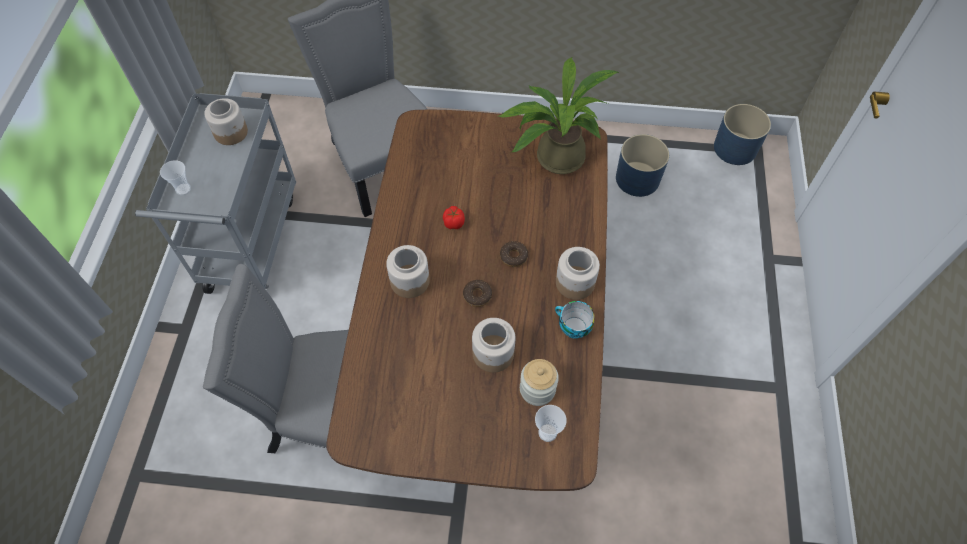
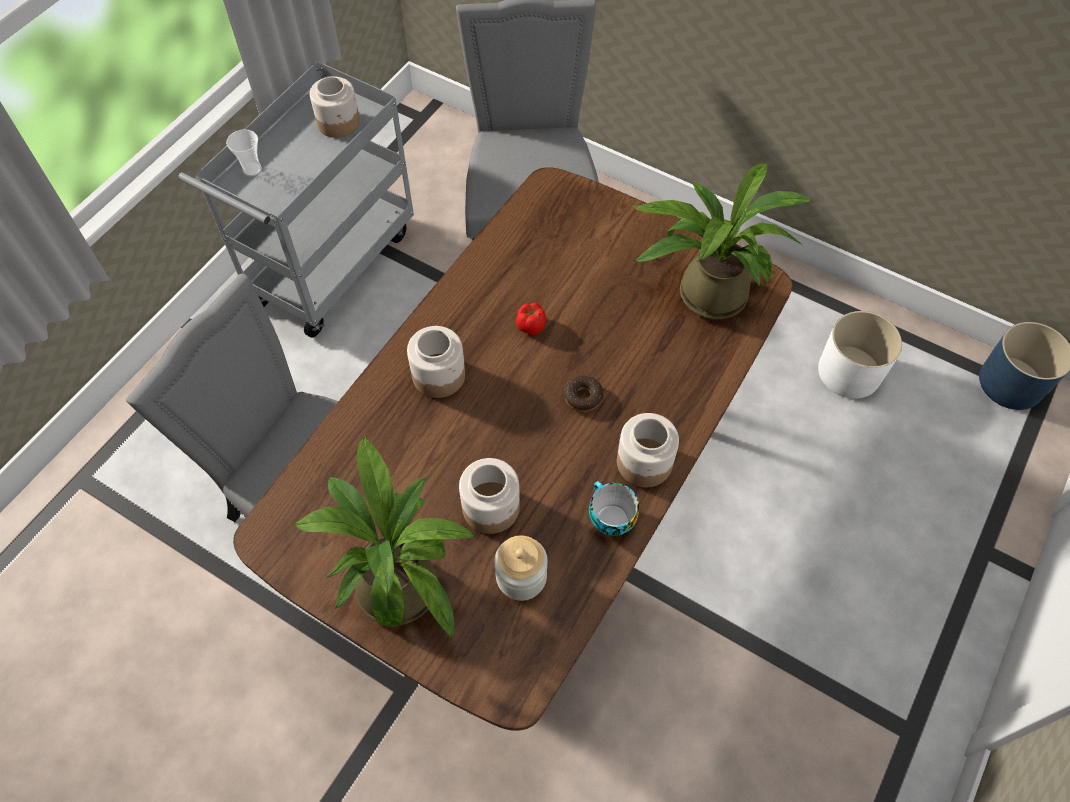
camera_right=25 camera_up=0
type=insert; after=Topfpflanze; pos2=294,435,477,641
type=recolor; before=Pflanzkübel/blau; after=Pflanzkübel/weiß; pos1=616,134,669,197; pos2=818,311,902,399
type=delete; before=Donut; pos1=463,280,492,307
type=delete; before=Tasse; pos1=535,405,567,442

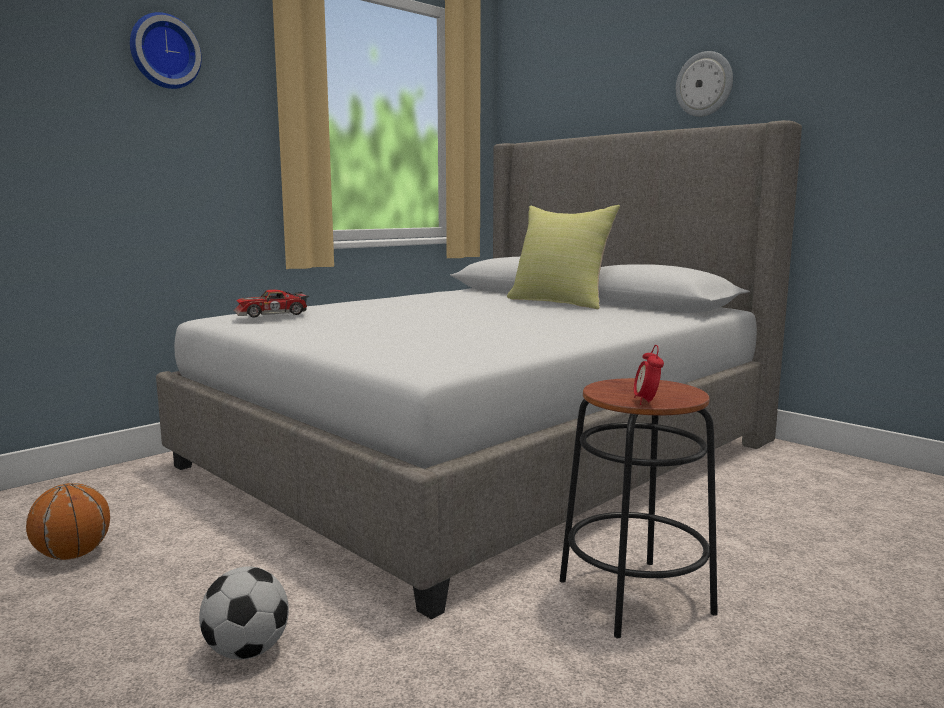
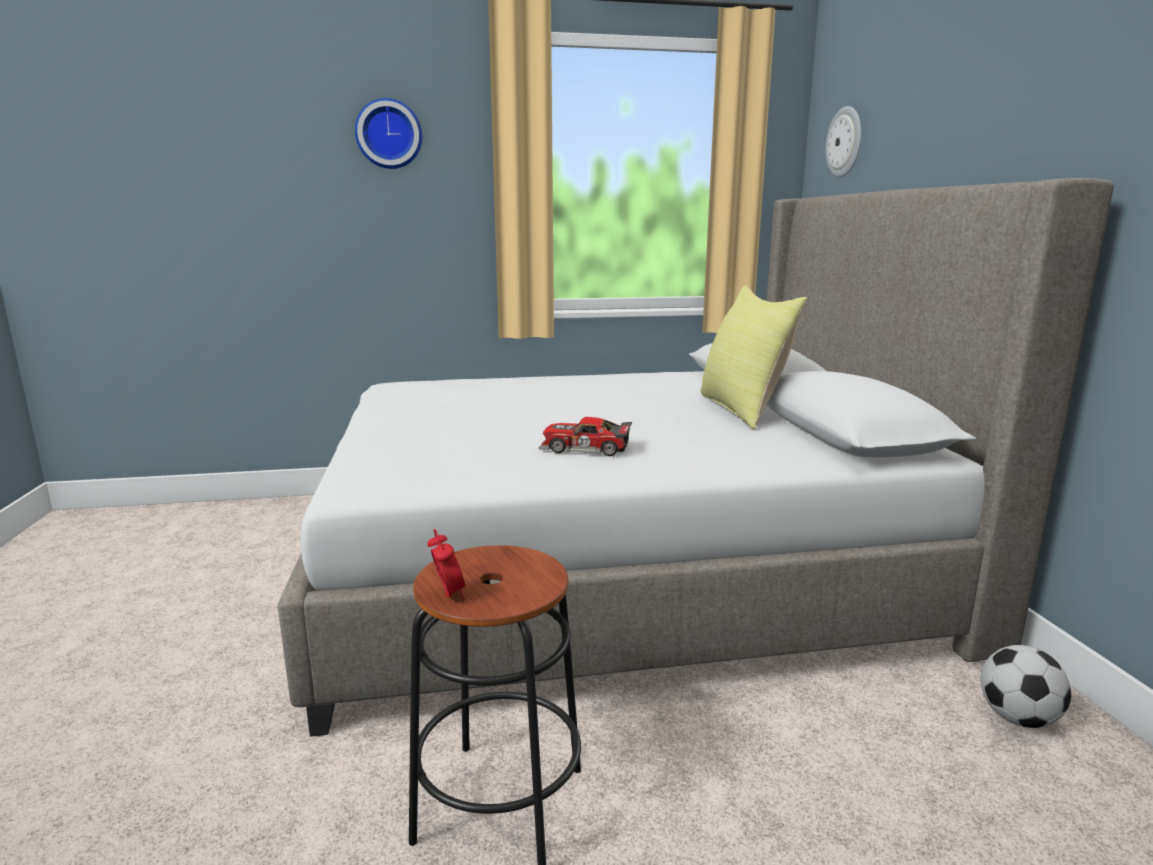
camera_right=35 camera_up=5
type=rotate; before=Wecker; pos1=634,345,664,405; pos2=427,529,465,600; turn=120
type=move; before=Spielzeugauto; pos1=234,290,309,318; pos2=538,417,632,456
type=move; before=Wanduhr; pos1=676,51,733,117; pos2=826,106,862,177
type=move; before=Fußball; pos1=199,566,289,660; pos2=980,645,1071,728
type=delete; before=Basketball; pos1=26,483,110,560

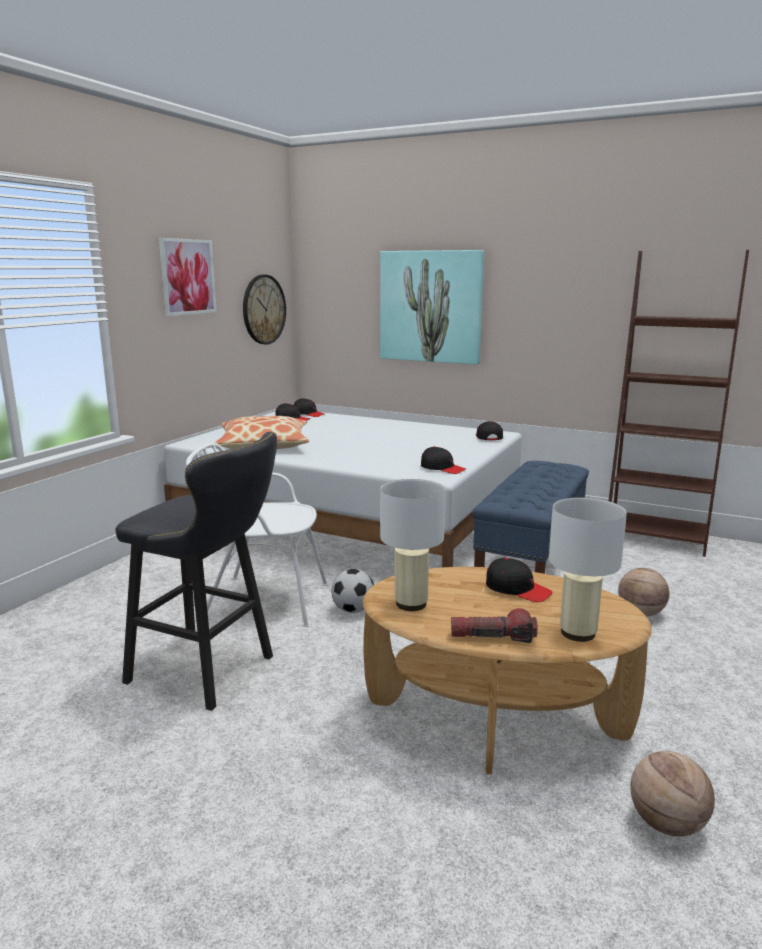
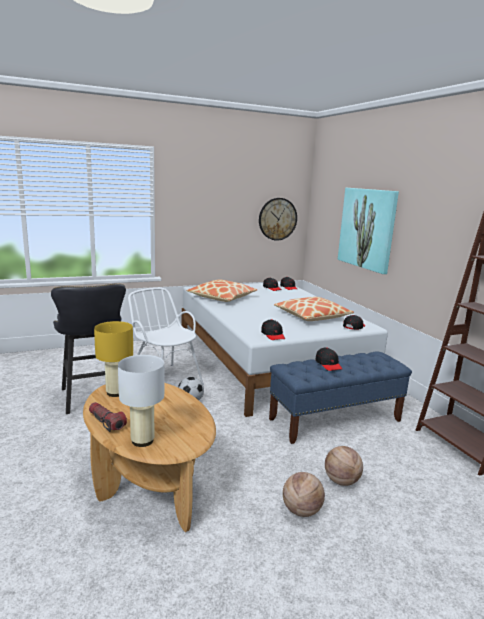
camera_right=40 camera_up=0
type=recolor; before=Tischlampe/weiß; after=Tischlampe/gelb; pos1=380,479,445,611; pos2=94,321,133,397
type=insert; after=Kissen; pos2=274,297,354,321
type=move; before=Basketball; pos1=630,751,715,836; pos2=283,472,325,517
type=move; before=Kappe/schwarz; pos1=486,558,552,602; pos2=315,347,342,371
type=delete; before=Bild; pos1=159,238,217,316

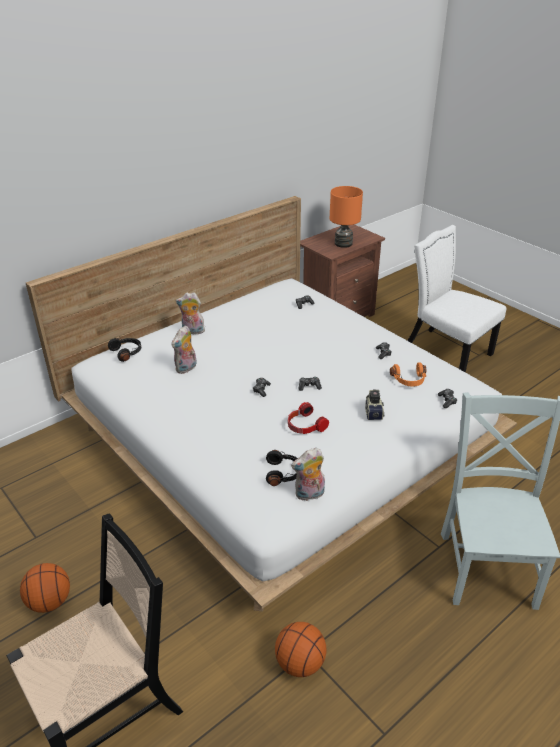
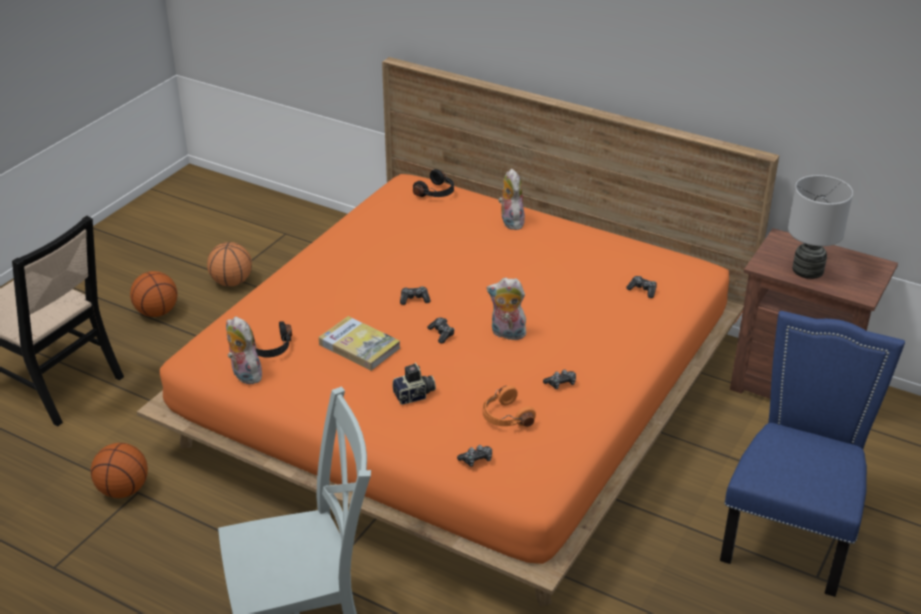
camera_right=70 camera_up=0
type=recolor; before=Bett/weiß; after=Bett/orange; pos1=26,196,517,612; pos2=137,57,779,607
type=insert; after=Basketball; pos2=207,242,252,286
type=replace; before=Kopfhörer; after=Buch; pos1=288,402,329,434; pos2=319,316,400,371
type=move; before=Plüschtier; pos1=172,326,197,374; pos2=487,278,528,340
type=recolor; before=Stuhl/weiß; after=Stuhl/blau; pos1=407,225,506,373; pos2=720,311,905,597
type=recolor; before=Tischlampe/orange; after=Tischlampe/grau; pos1=330,186,363,248; pos2=788,175,853,279

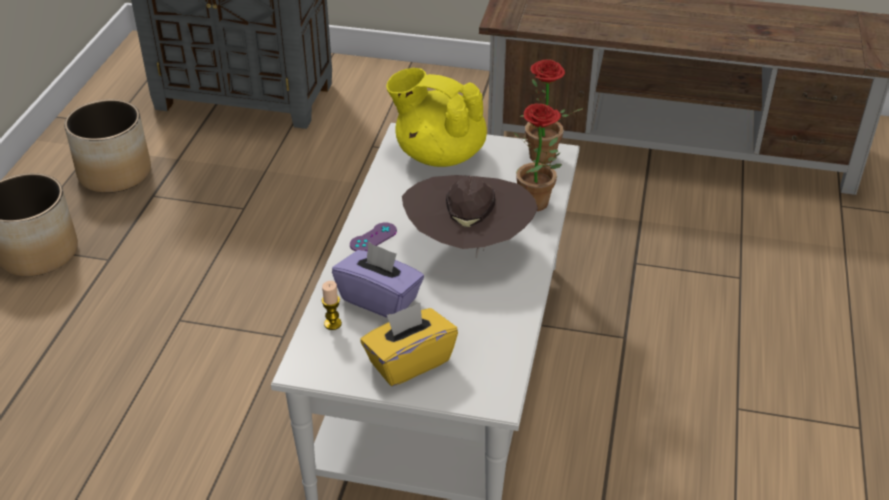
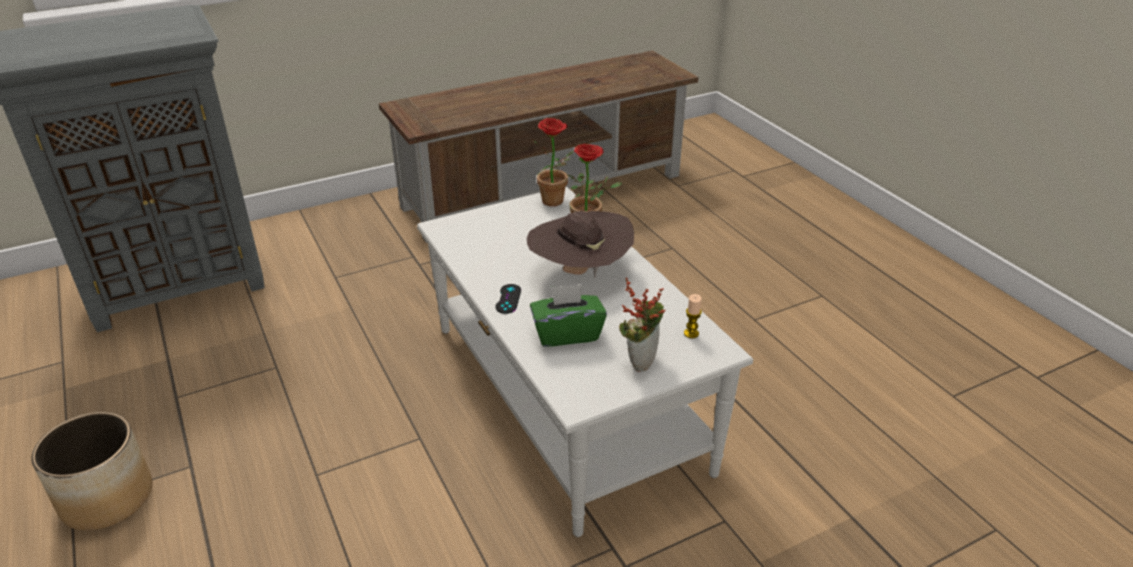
camera_right=-40 camera_up=-5
type=recolor; before=Gamepad/lila; after=Gamepad/schwarz; pos1=350,222,397,251; pos2=496,284,521,314
type=recolor; before=Taschentuchbox/lila; after=Taschentuchbox/grün; pos1=332,241,424,318; pos2=530,284,607,347
type=replace; before=Taschentuchbox/gelb; after=Topfpflanze; pos1=360,303,458,386; pos2=619,278,665,372
type=move; before=Kerze; pos1=322,281,342,330; pos2=684,294,702,339
type=delete; before=Pflanzkübel; pos1=64,99,151,193
type=delete; before=Teekanne/gelb; pos1=386,68,487,167

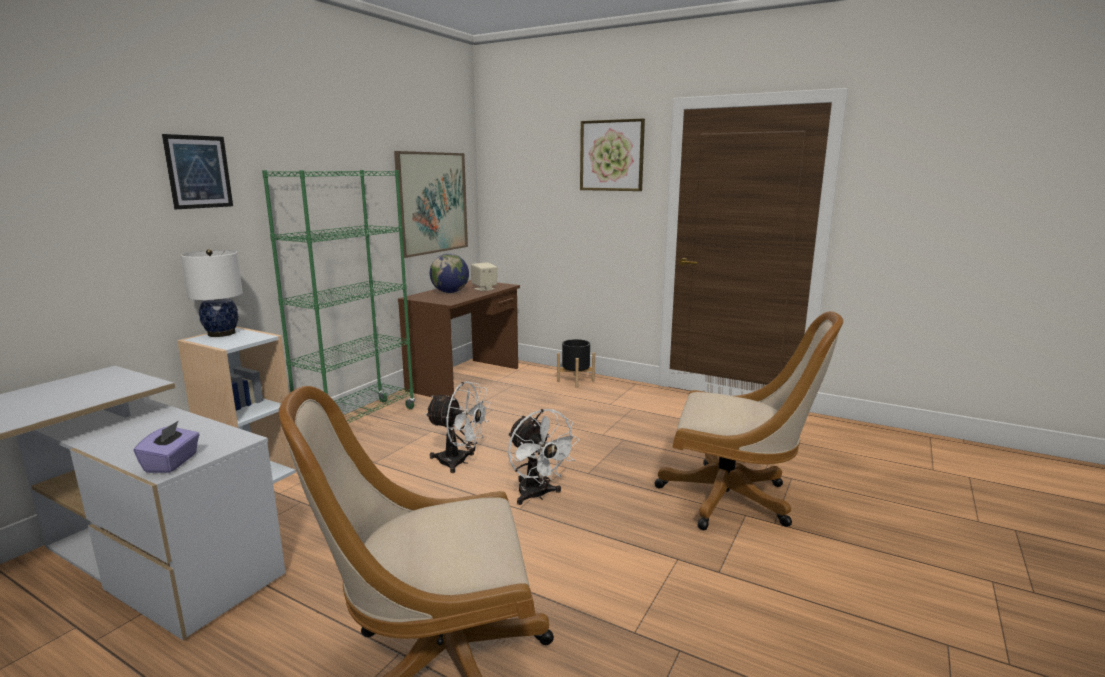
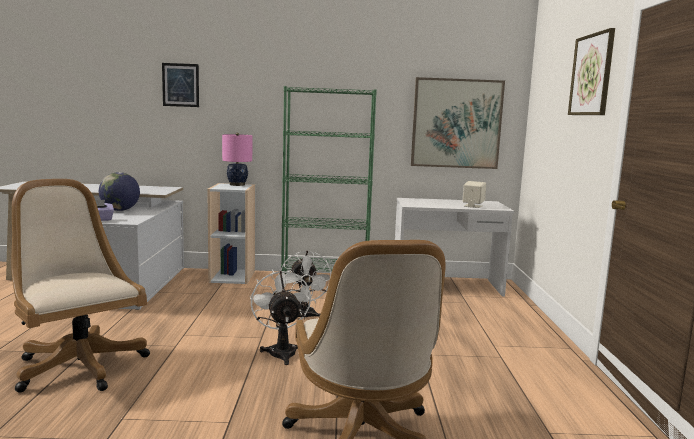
camera_right=60 camera_up=-5
type=move; before=Globus; pos1=430,254,469,293; pos2=99,172,140,211
type=move; before=Bild; pos1=162,134,233,209; pos2=162,63,199,107
type=recolor; before=Tischlampe/weiß; after=Tischlampe/rosa; pos1=181,249,243,337; pos2=222,132,252,186
type=rotate; before=Ventilator/weiß; pos1=508,409,580,505; pos2=250,269,311,365; turn=135
type=recolor; before=Schreibtisch/braun; after=Schreibtisch/weiß; pos1=398,280,520,398; pos2=395,198,514,297
type=delete; before=Pflanzkübel/schwarz; pos1=557,339,595,388

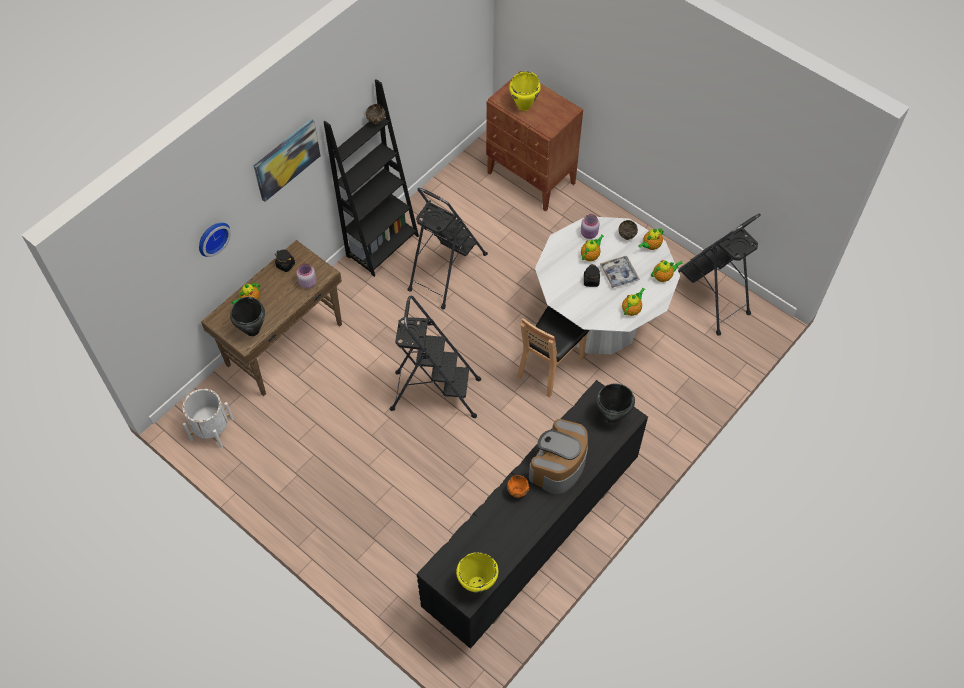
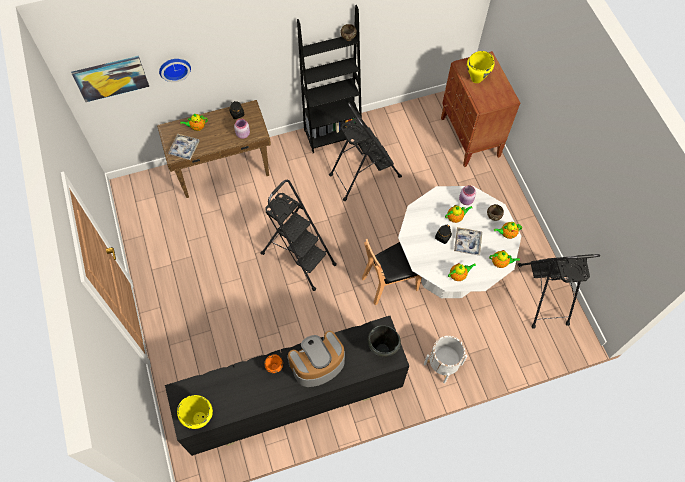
camera_right=30 camera_up=5
type=move; before=Bild; pos1=254,119,321,202; pos2=71,56,149,102
type=replace; before=Kochtopf/schwarz; after=Tablett; pos1=230,297,265,336; pos2=168,134,200,160
type=move; before=Pflanzkübel/weiß; pos1=183,389,234,448; pos2=424,336,467,384

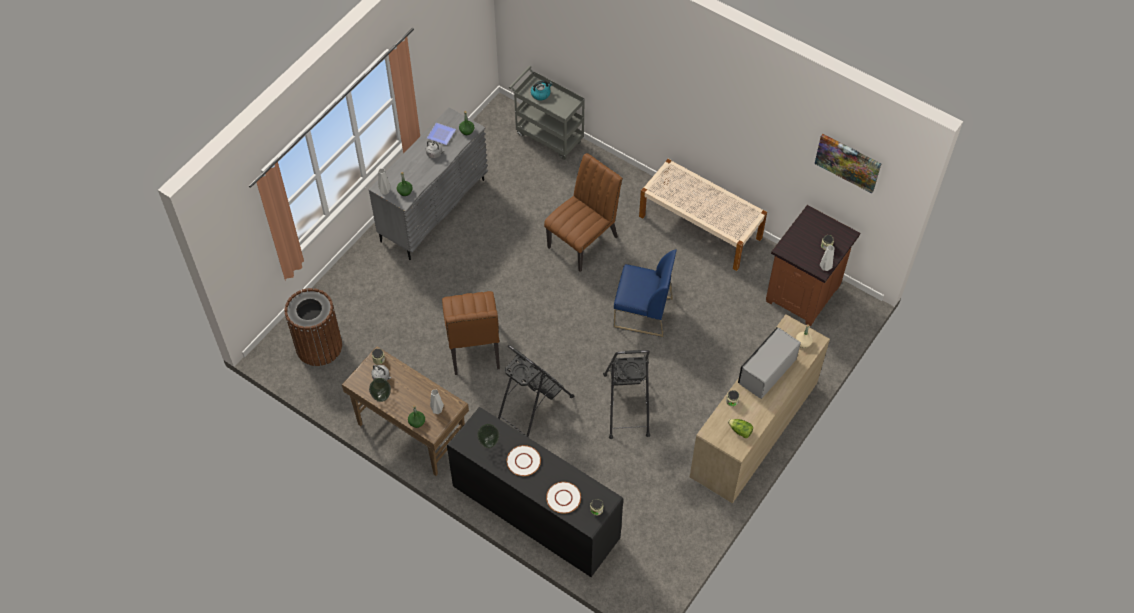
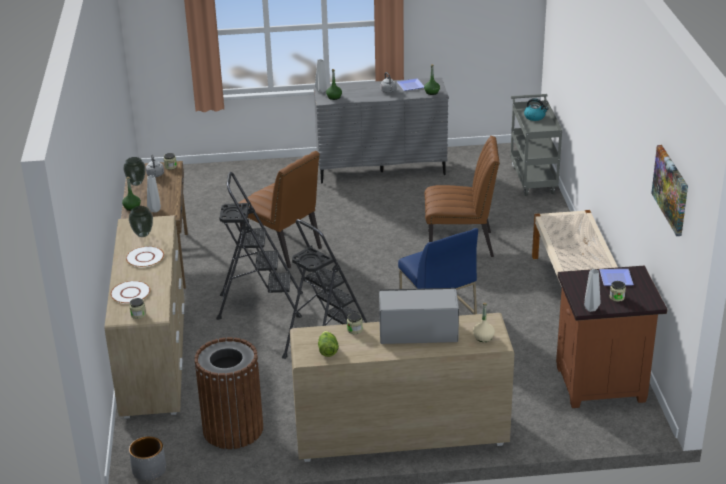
camera_right=50 camera_up=-25
type=recolor; before=Kommode/schwarz; after=Kommode/beige; pos1=447,407,623,577; pos2=104,215,185,419
type=insert; after=Pflanzkübel/grau; pos2=129,436,166,481
type=move; before=Mülleimer/braun; pos1=284,288,342,366; pos2=194,337,263,449
type=rotate; before=Stuhl/braun; pos1=442,291,500,375; pos2=239,151,322,268; turn=-90
type=insert; after=Teller; pos2=599,269,634,286

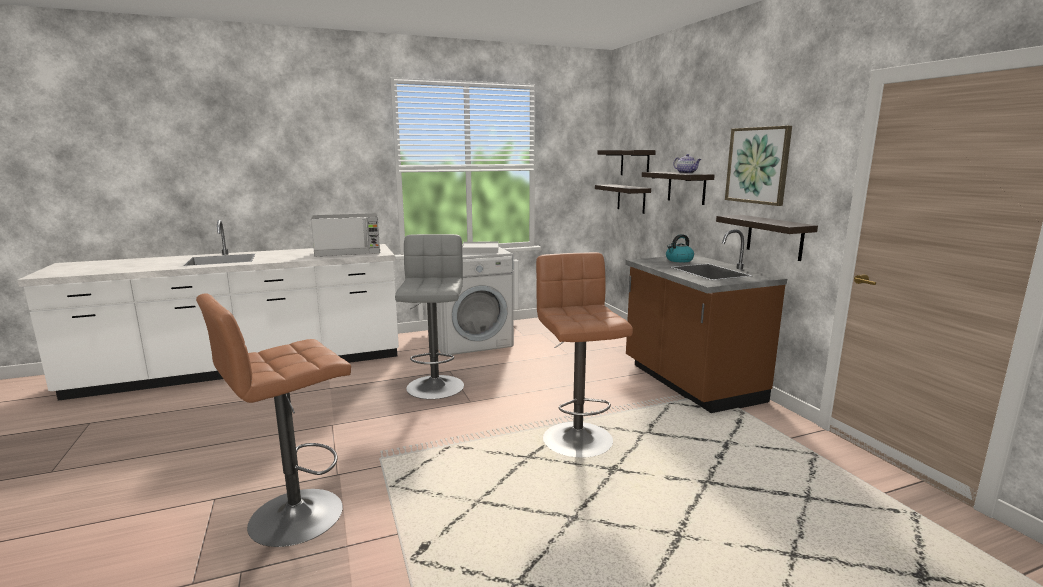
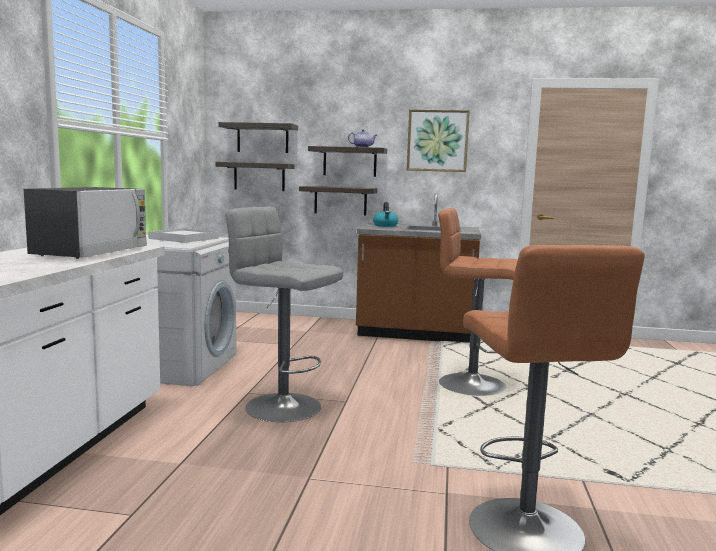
camera_right=-60 camera_up=-5
type=move; before=Wandregal; pos1=716,215,818,261; pos2=299,186,377,215

